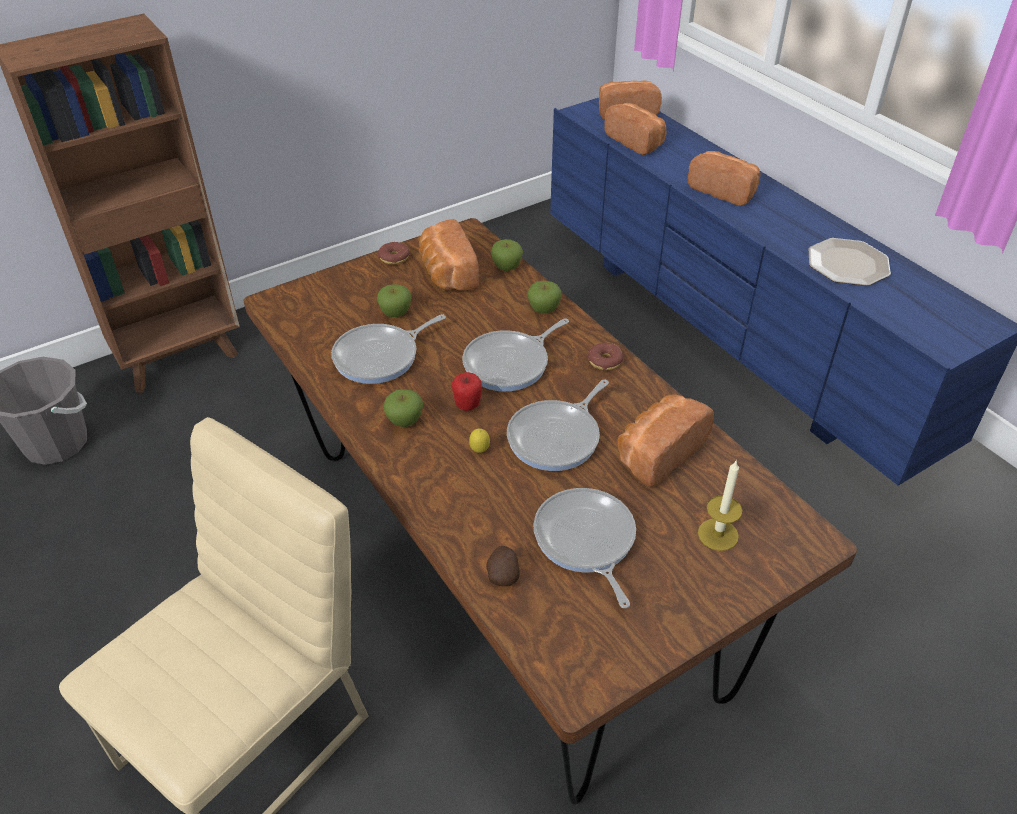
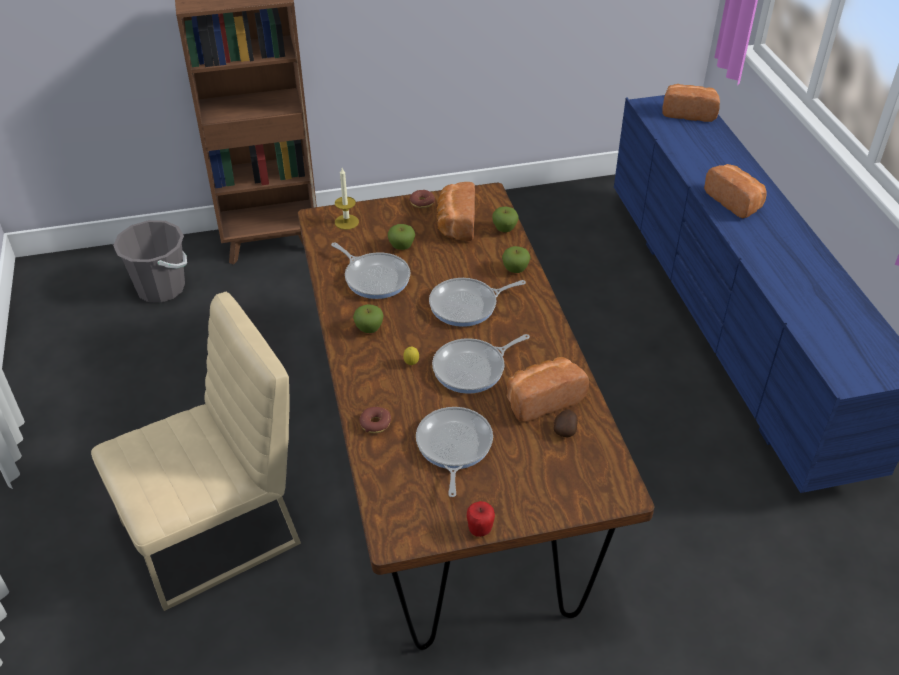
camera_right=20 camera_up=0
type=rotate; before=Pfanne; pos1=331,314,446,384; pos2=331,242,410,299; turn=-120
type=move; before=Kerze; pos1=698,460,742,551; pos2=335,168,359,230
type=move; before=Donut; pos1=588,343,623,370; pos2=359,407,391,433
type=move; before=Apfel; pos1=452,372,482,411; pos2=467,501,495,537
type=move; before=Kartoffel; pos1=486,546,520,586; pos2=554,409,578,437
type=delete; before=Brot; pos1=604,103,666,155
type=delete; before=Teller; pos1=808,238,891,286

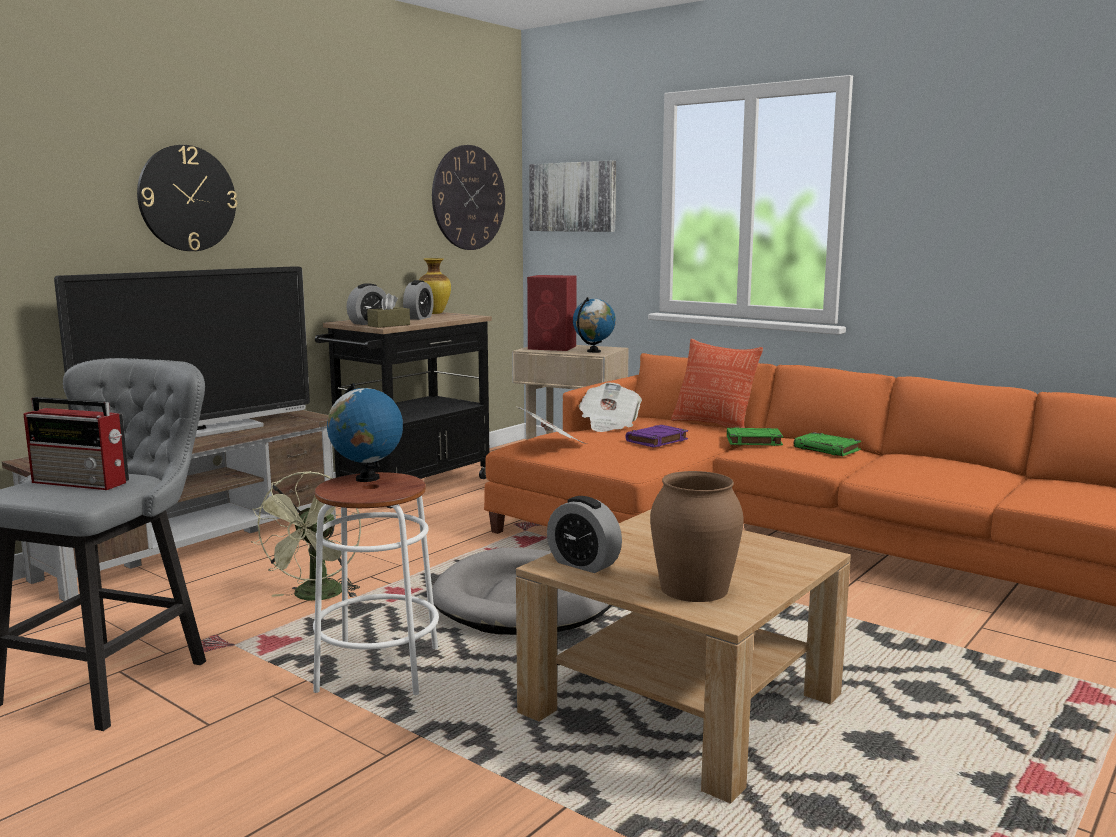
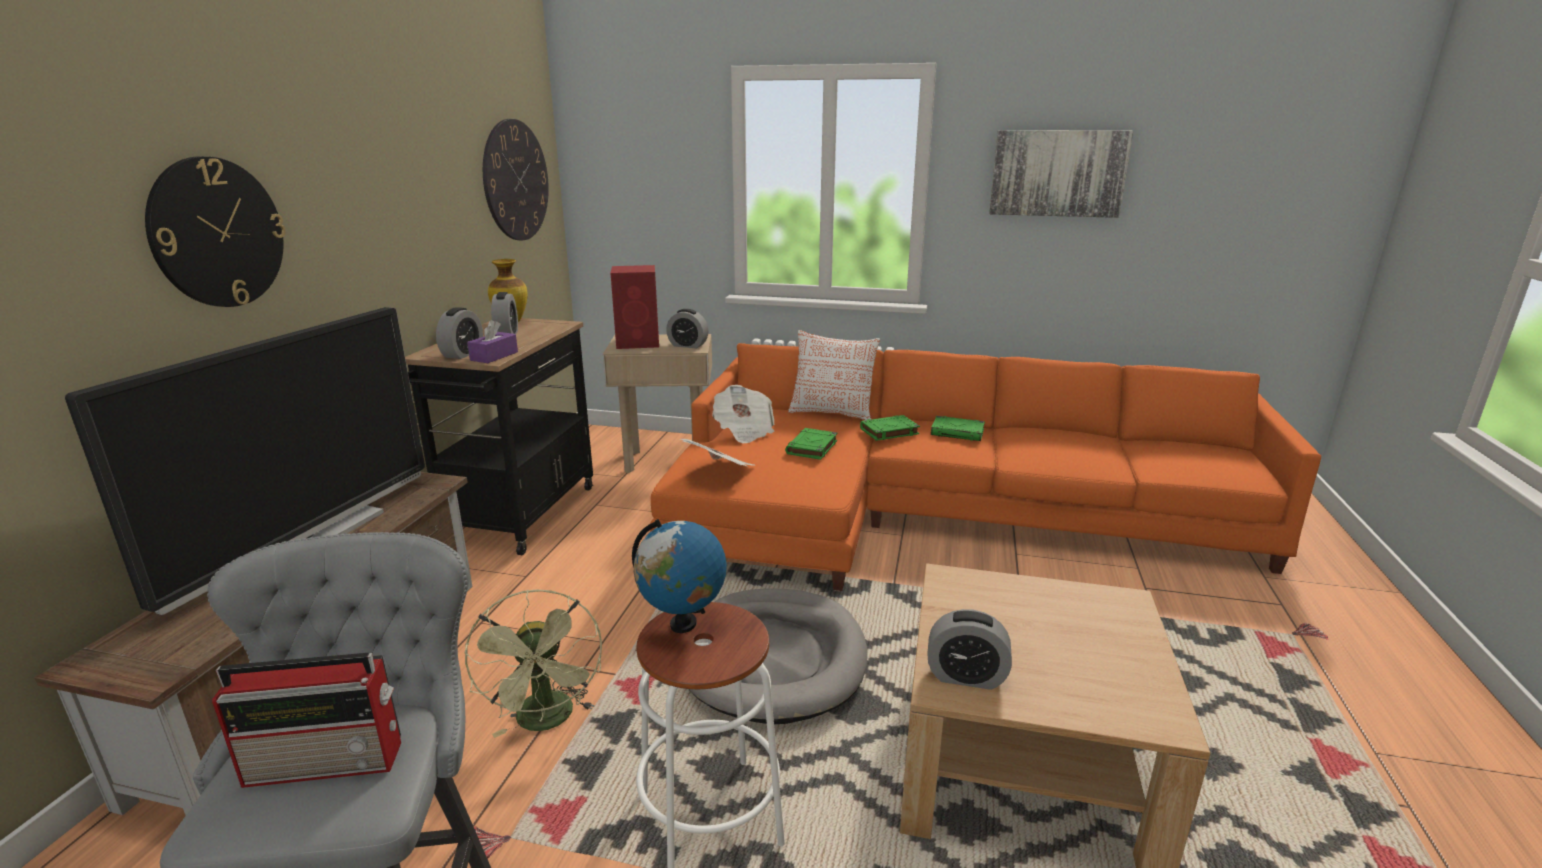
camera_right=-25 camera_up=10
type=recolor; before=Taschentuchbox/braun; after=Taschentuchbox/lila; pos1=367,293,410,328; pos2=467,320,518,363
type=replace; before=Globus; after=Wecker; pos1=573,297,616,353; pos2=666,309,709,349
type=recolor; before=Buch/lila; after=Buch/grün; pos1=625,425,688,448; pos2=785,428,838,460
type=recolor; before=Kissen/orange; after=Kissen/weiß; pos1=671,339,763,428; pos2=789,330,880,420
type=move; before=Bild; pos1=529,161,616,232; pos2=989,130,1133,218
type=delete; before=Vase/braun; pos1=650,471,744,602

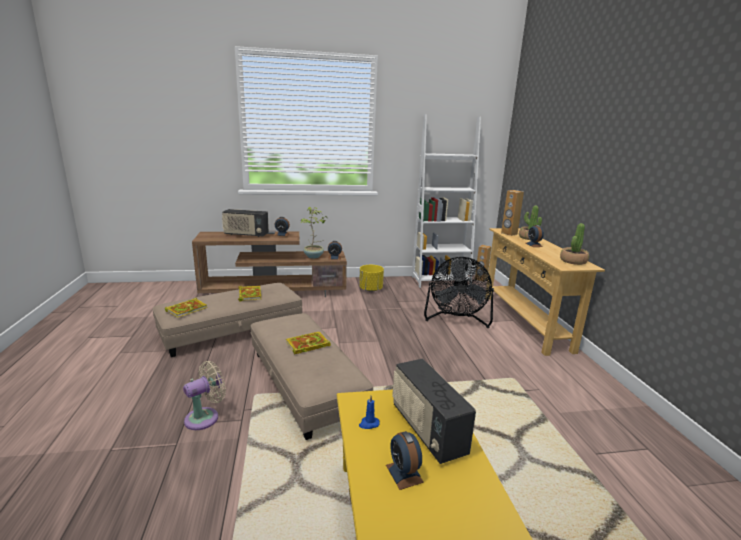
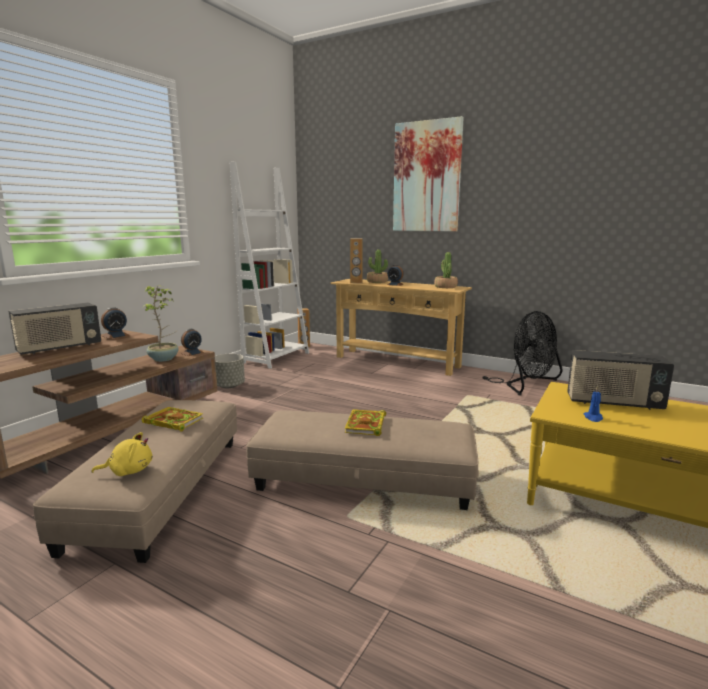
camera_right=-50 camera_up=-5
type=replace; before=Buch; after=Plüschtier/gelb; pos1=165,297,207,318; pos2=91,432,152,476
type=recolor; before=Pflanzkübel/gelb; after=Pflanzkübel/grau; pos1=359,265,384,292; pos2=215,354,245,388
type=insert; after=Bild; pos2=393,116,464,232
type=move; before=Ventilator/schwarz; pos1=424,257,494,328; pos2=483,311,563,396
type=delete; before=Ventilator/beige; pos1=183,361,226,430
type=delete; before=Wecker; pos1=386,431,424,490

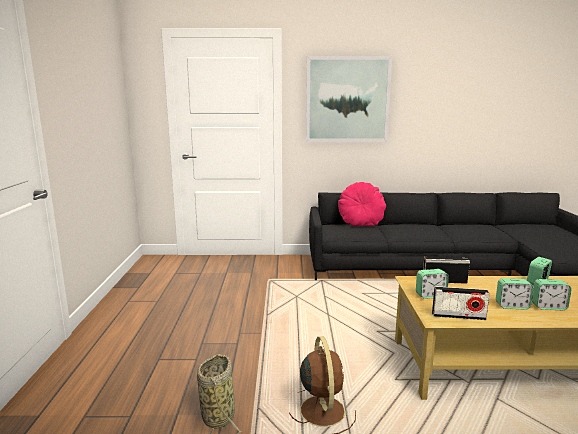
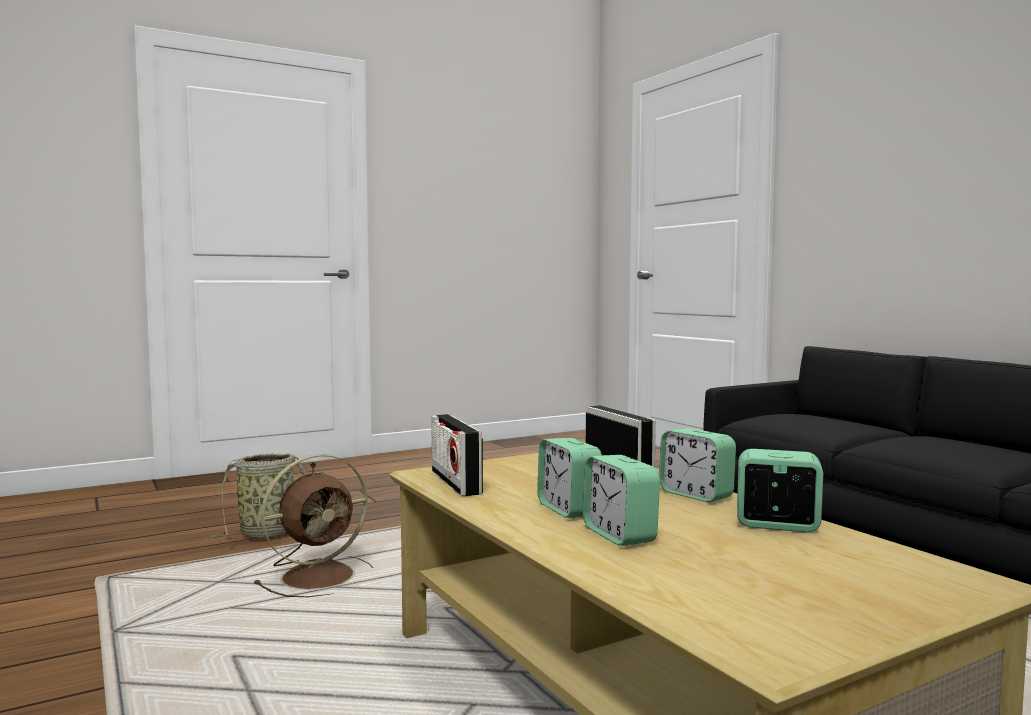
camera_right=60 camera_up=-10
type=move; before=Wecker; pos1=416,269,449,299; pos2=659,428,736,503
type=delete; before=Bild; pos1=306,56,392,142
type=delete; before=Kissen/rosa; pos1=338,182,386,226

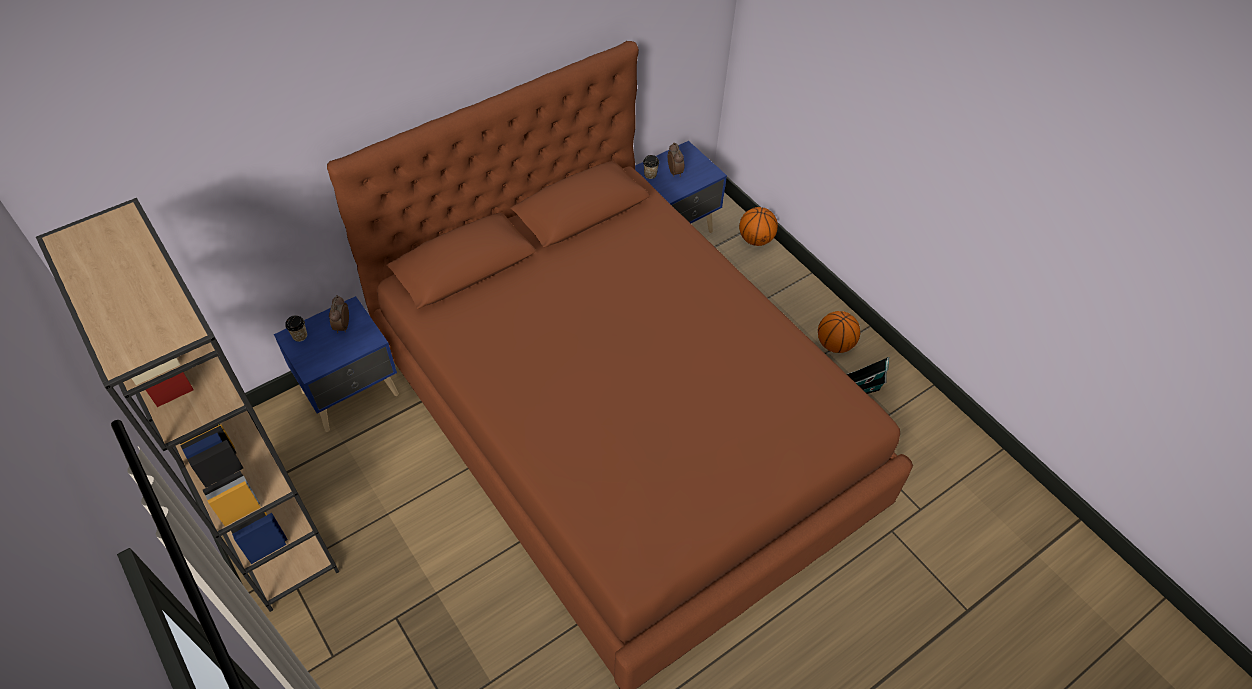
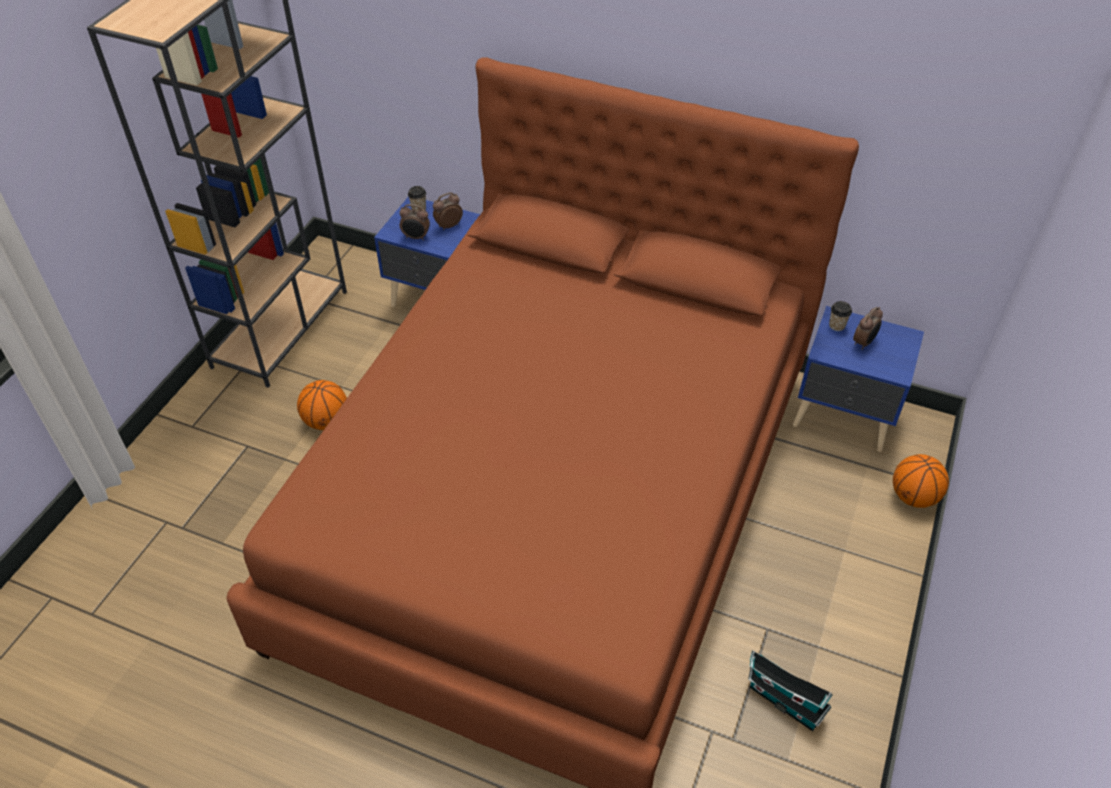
camera_right=60 camera_up=-5
type=move; before=Basketball; pos1=818,311,860,353; pos2=297,380,347,430
type=insert; after=Wecker; pos2=400,204,430,241

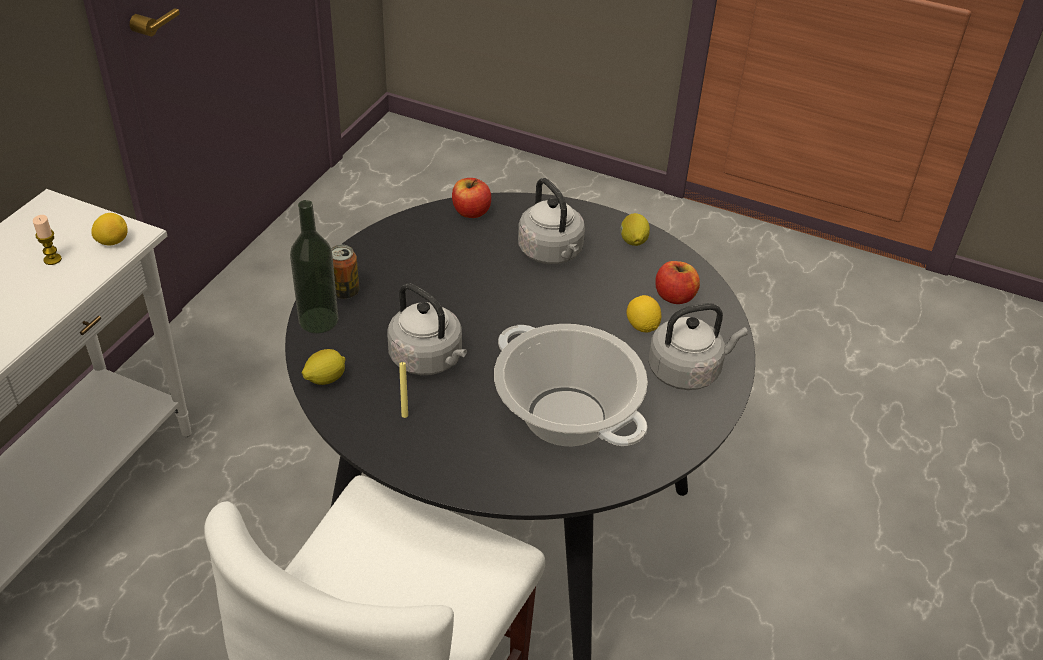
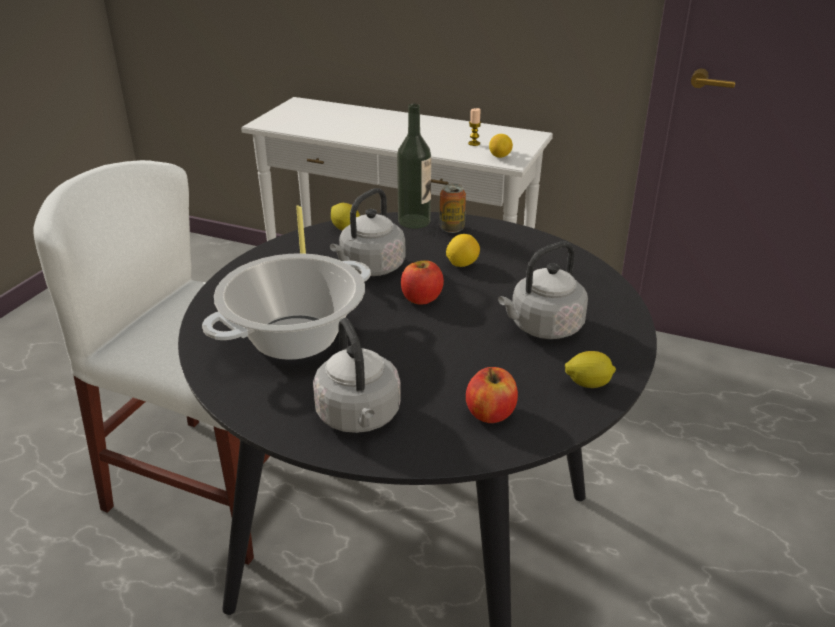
camera_right=90 camera_up=-10
type=move; before=Apfel; pos1=452,178,491,218; pos2=401,260,444,304
type=move; before=Zitrone; pos1=627,295,661,333; pos2=446,234,480,267

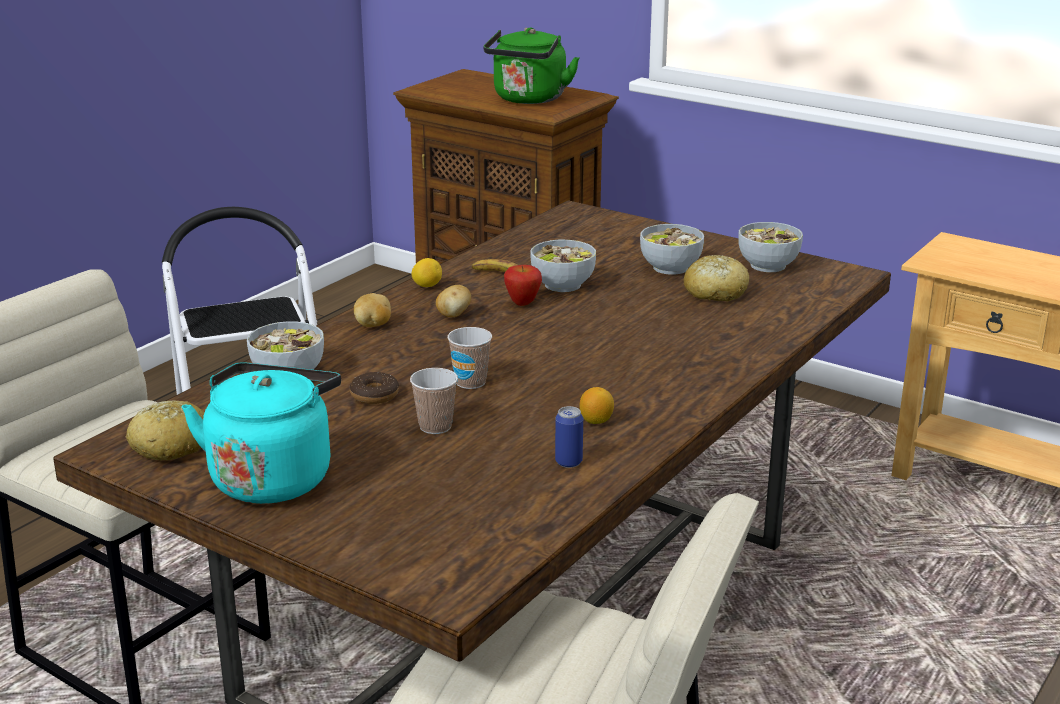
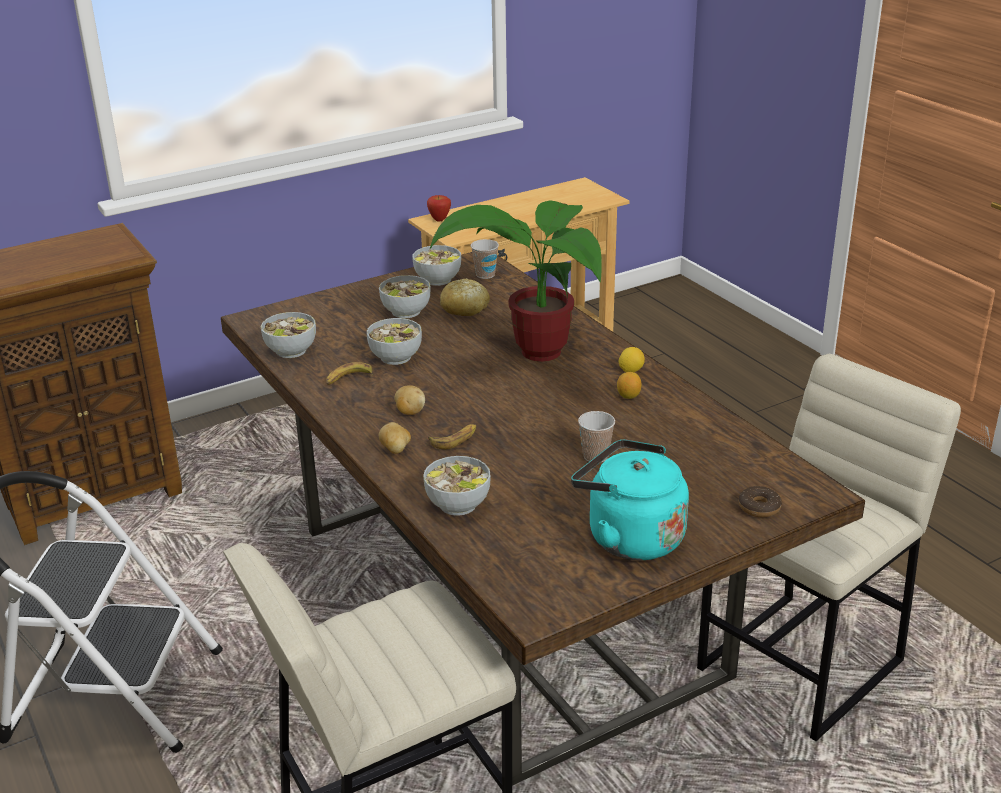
camera_right=-65 camera_up=5
type=insert; after=Schüssel; pos2=261,312,316,358
type=move; before=Apfel; pos1=504,265,542,306; pos2=427,195,451,222
type=insert; after=Banane; pos2=428,424,476,450
type=insert; after=Topfpflanze; pos2=430,200,602,362
type=move; before=Tasse; pos1=447,327,492,389; pos2=471,239,499,279
type=move; before=Zitrone; pos1=412,258,442,287; pos2=619,347,645,372
type=move; before=Donut; pos1=350,372,399,404; pos2=739,486,782,517
type=delete; before=Brot; pos1=126,400,204,460
type=delete; before=Wasserkessel/grün; pos1=483,27,579,104
type=delete; before=Dose; pos1=555,406,583,468

